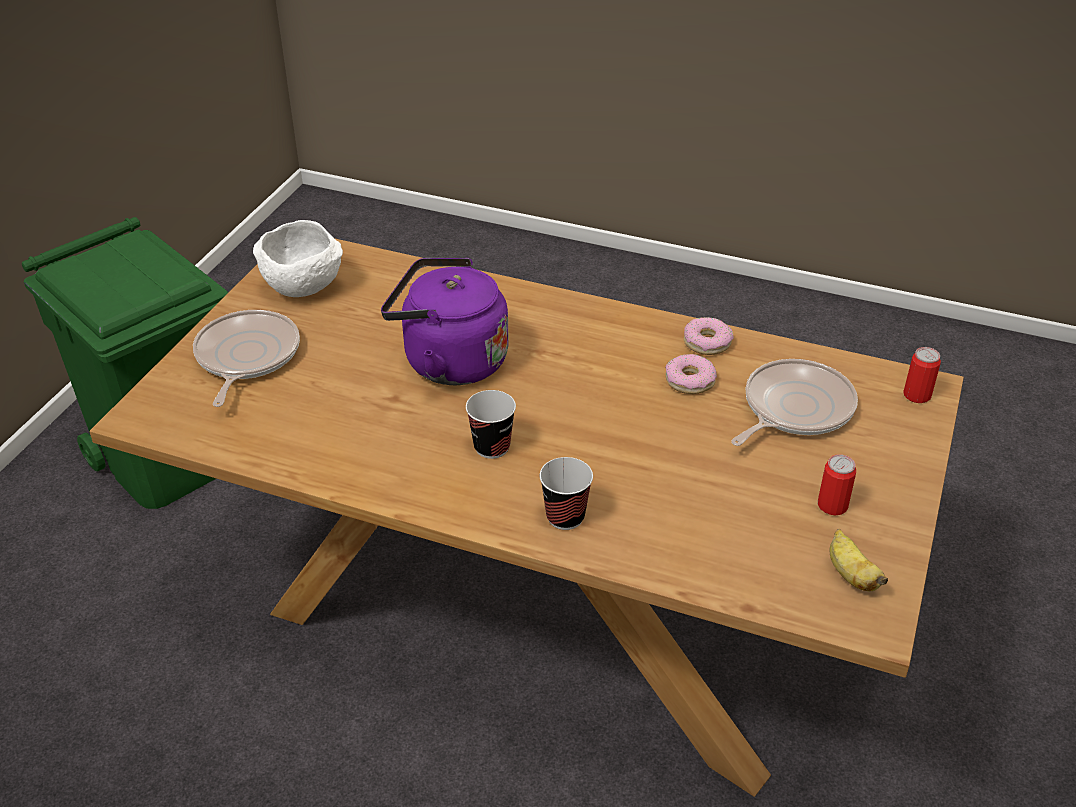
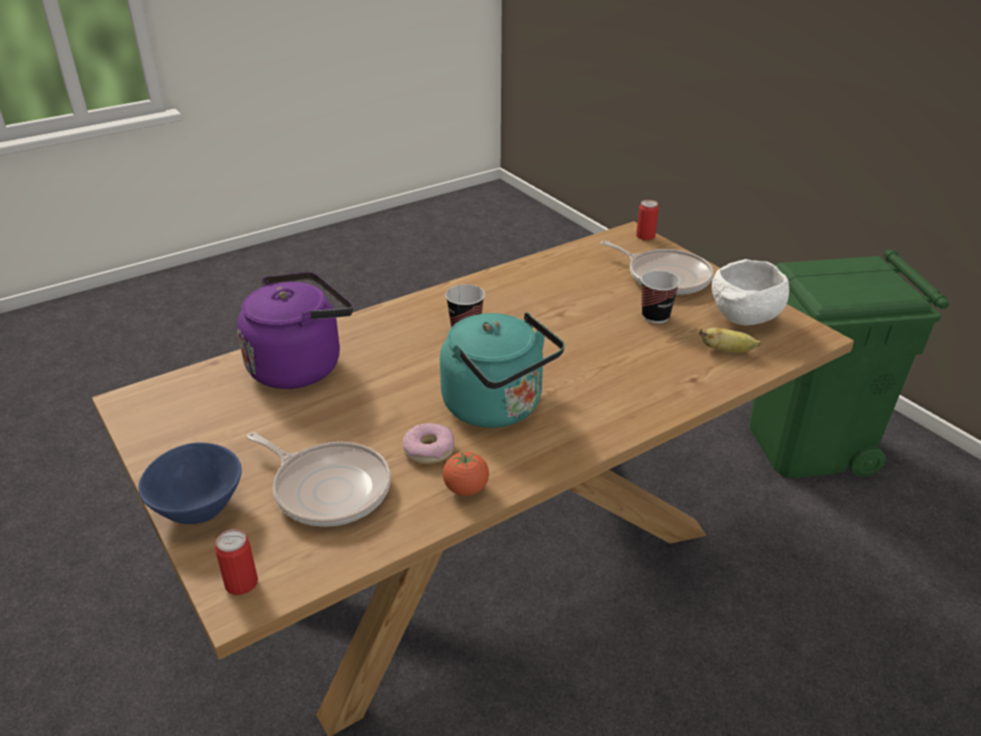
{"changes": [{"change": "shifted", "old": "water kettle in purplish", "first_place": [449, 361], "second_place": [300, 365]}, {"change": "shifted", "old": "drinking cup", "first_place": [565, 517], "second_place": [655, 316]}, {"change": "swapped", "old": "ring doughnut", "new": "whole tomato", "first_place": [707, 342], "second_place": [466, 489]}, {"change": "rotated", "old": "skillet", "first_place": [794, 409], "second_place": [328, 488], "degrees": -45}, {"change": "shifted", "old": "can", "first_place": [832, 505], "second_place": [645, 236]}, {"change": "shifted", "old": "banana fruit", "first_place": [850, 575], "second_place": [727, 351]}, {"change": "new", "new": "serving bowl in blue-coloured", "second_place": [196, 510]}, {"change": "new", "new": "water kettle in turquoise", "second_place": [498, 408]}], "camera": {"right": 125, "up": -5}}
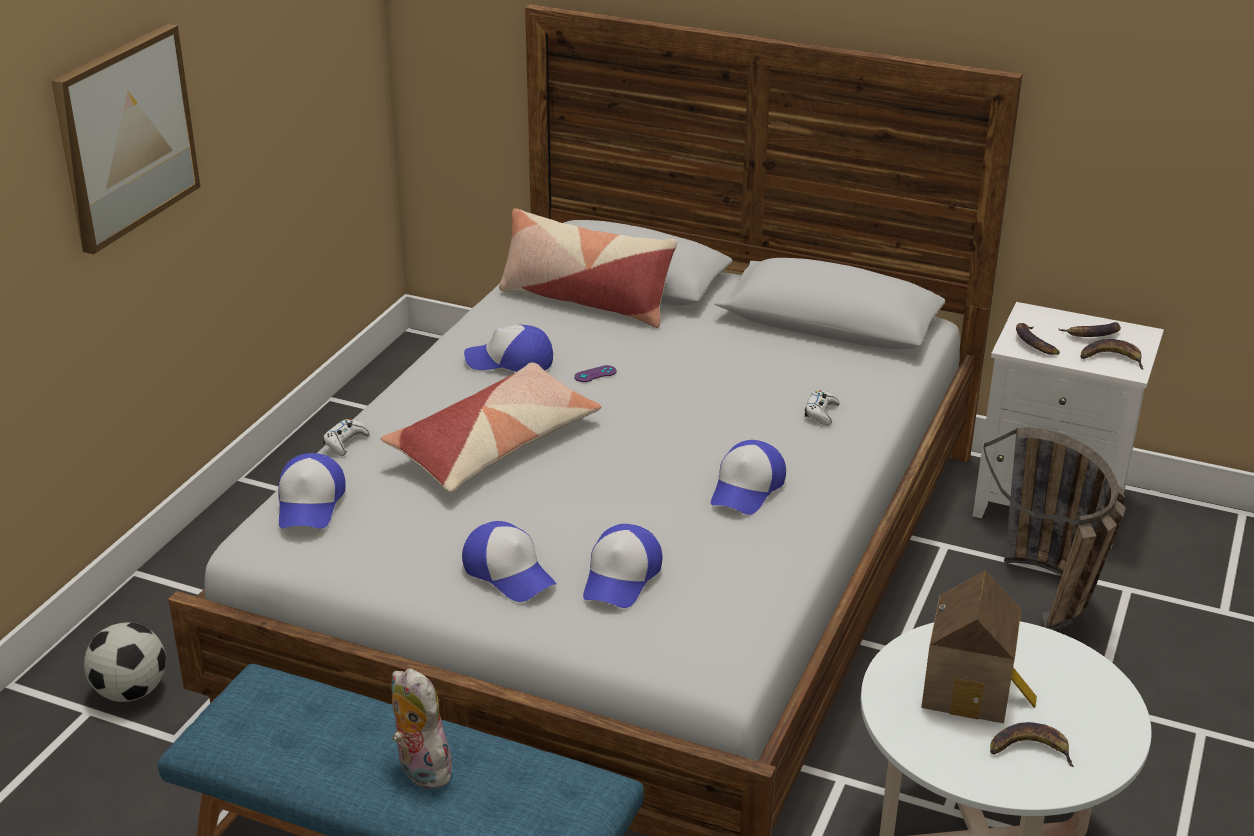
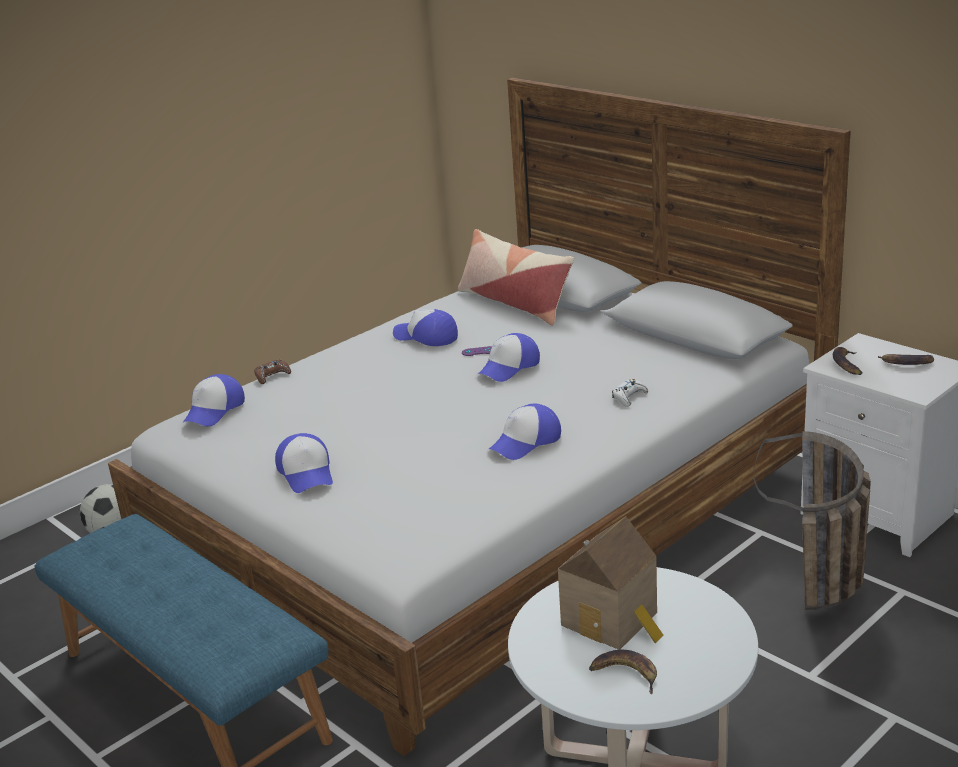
{"changes": [{"change": "gone", "old": "wall art", "first_place": [125, 136]}, {"change": "repainted", "old": "joypad in whitish", "new": "joypad in brown-coloured", "first_place": [345, 442], "second_place": [272, 376]}, {"change": "gone", "old": "throw pillow", "first_place": [495, 445]}, {"change": "gone", "old": "plush toy", "first_place": [419, 769]}, {"change": "shifted", "old": "cap", "first_place": [621, 578], "second_place": [509, 367]}, {"change": "gone", "old": "banana fruit", "first_place": [1111, 358]}], "camera": {"right": 25, "up": -5}}
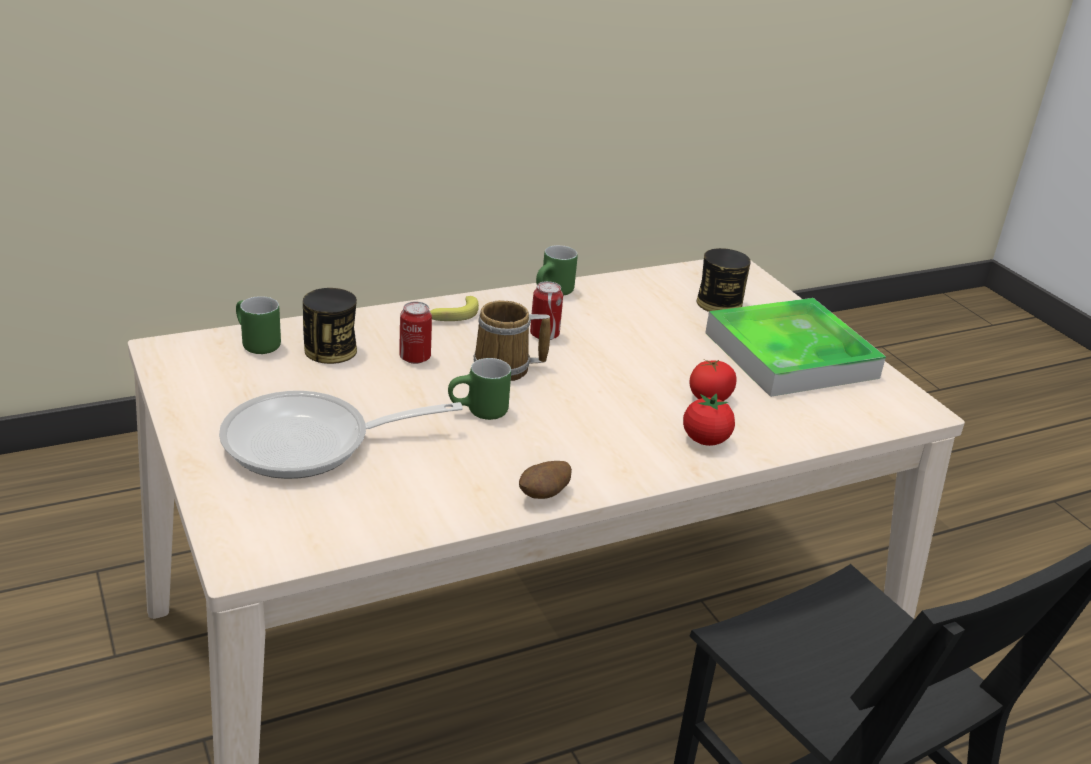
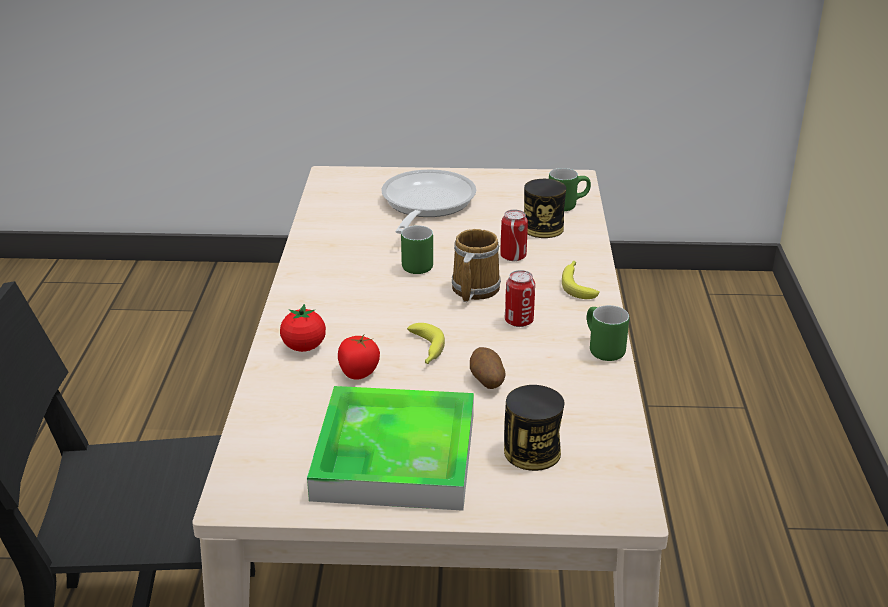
{"changes": [{"change": "shifted", "old": "whole potato", "first_place": [544, 496], "second_place": [486, 381]}, {"change": "new", "new": "banana fruit", "second_place": [425, 350]}], "camera": {"right": 120, "up": 0}}
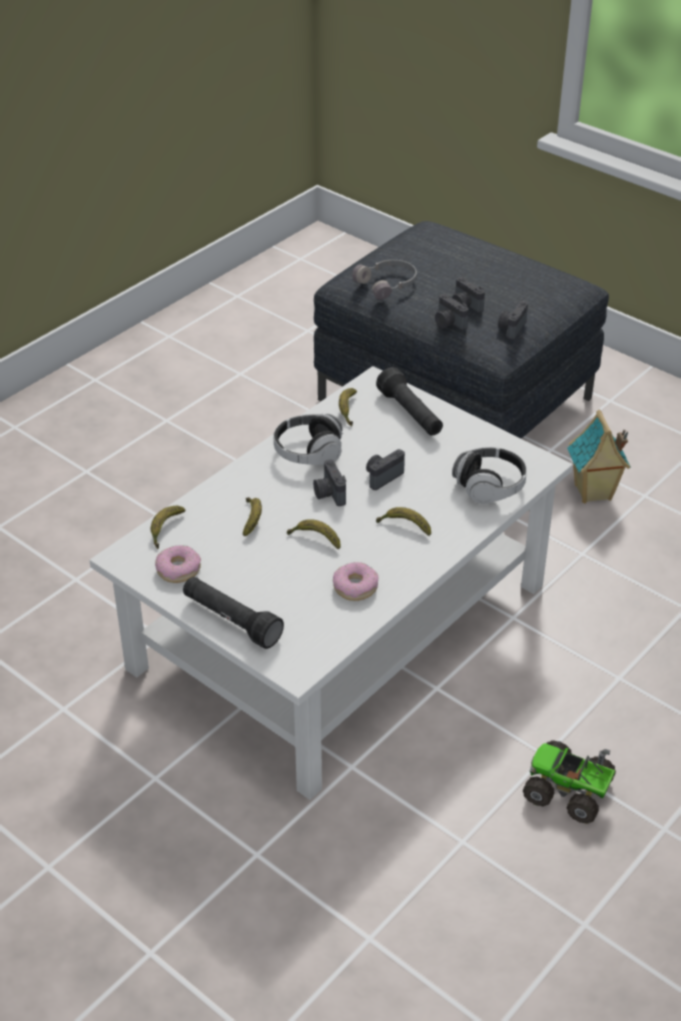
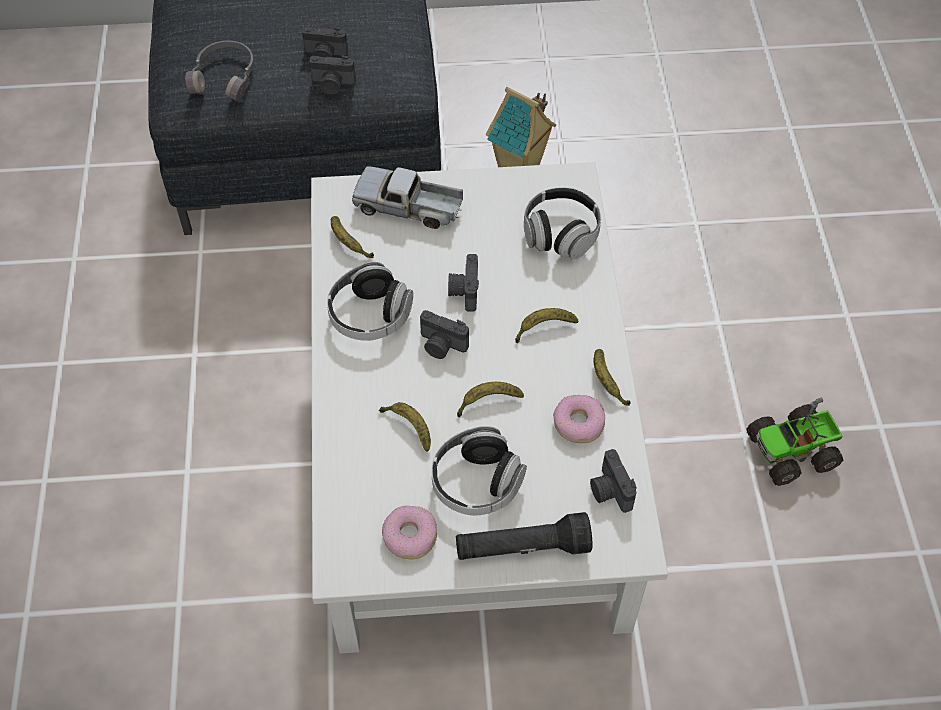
{"changes": [{"change": "shifted", "old": "banana fruit", "first_place": [165, 529], "second_place": [607, 382]}, {"change": "swapped", "old": "flashlight in black", "new": "toy truck", "first_place": [410, 414], "second_place": [408, 207]}, {"change": "shifted", "old": "still camera", "first_place": [511, 328], "second_place": [609, 491]}, {"change": "new", "new": "headphones", "second_place": [476, 483]}], "camera": {"right": -45, "up": 15}}
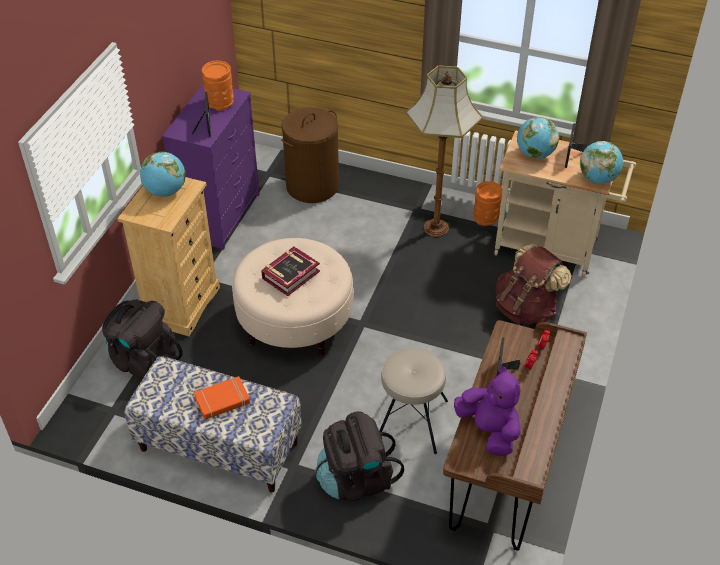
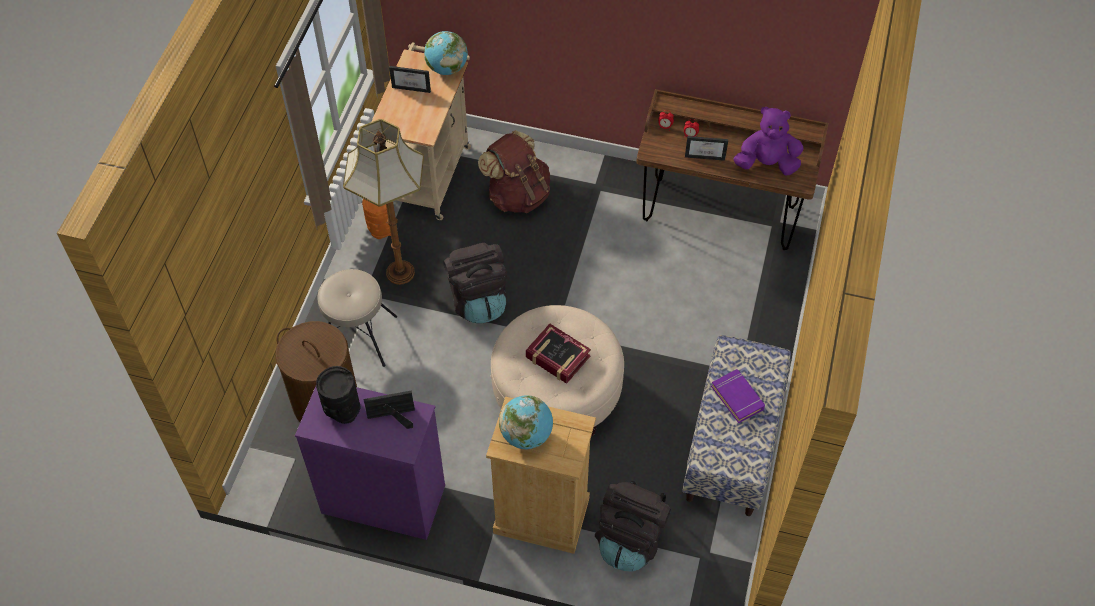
{"changes": [{"change": "repainted", "old": "book in orange-coloured", "new": "book in purplish", "first_place": [222, 401], "second_place": [737, 398]}, {"change": "repainted", "old": "decorative vase in orange-coloured", "new": "decorative vase in black", "first_place": [220, 102], "second_place": [341, 408]}, {"change": "shifted", "old": "backpack in black", "first_place": [356, 479], "second_place": [478, 299]}, {"change": "shifted", "old": "stool in beige", "first_place": [410, 421], "second_place": [358, 337]}, {"change": "rotated", "old": "plush toy in purplish", "first_place": [489, 430], "second_place": [767, 164], "degrees": 45}, {"change": "gone", "old": "globe", "first_place": [534, 154]}], "camera": {"right": -95, "up": 10}}
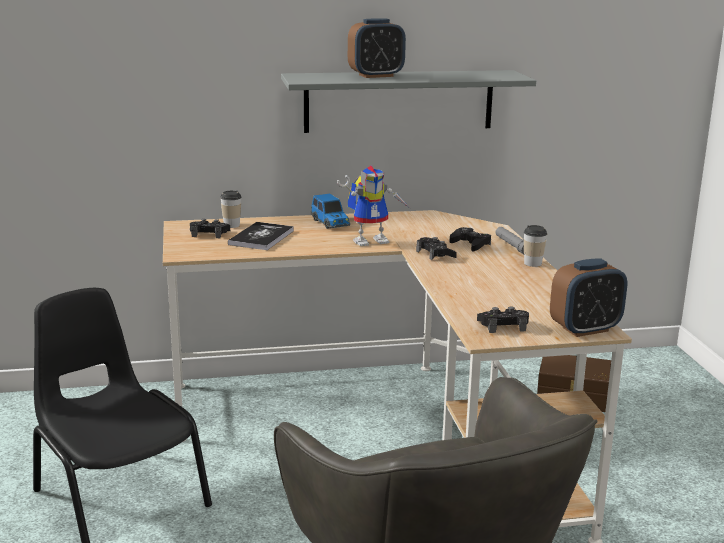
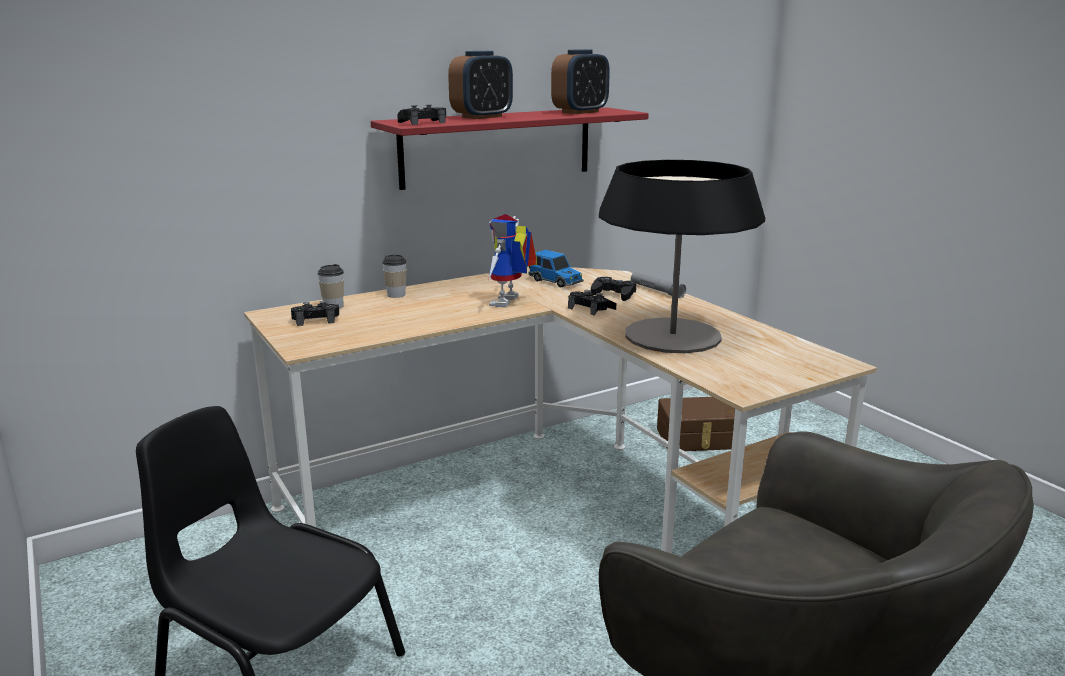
{"changes": [{"change": "gone", "old": "book", "first_place": [261, 237]}, {"change": "repainted", "old": "shelf in grey", "new": "shelf in red", "first_place": [399, 101], "second_place": [497, 147]}, {"change": "shifted", "old": "toy car", "first_place": [330, 223], "second_place": [556, 282]}, {"change": "rotated", "old": "model robot", "first_place": [372, 240], "second_place": [509, 303], "degrees": 150}, {"change": "shifted", "old": "joypad in black", "first_place": [503, 326], "second_place": [423, 123]}, {"change": "shifted", "old": "drinking cup", "first_place": [532, 263], "second_place": [396, 295]}, {"change": "shifted", "old": "alarm clock", "first_place": [585, 329], "second_place": [580, 112]}, {"change": "new", "new": "lamp for a table", "second_place": [672, 336]}], "camera": {"right": -20, "up": 0}}
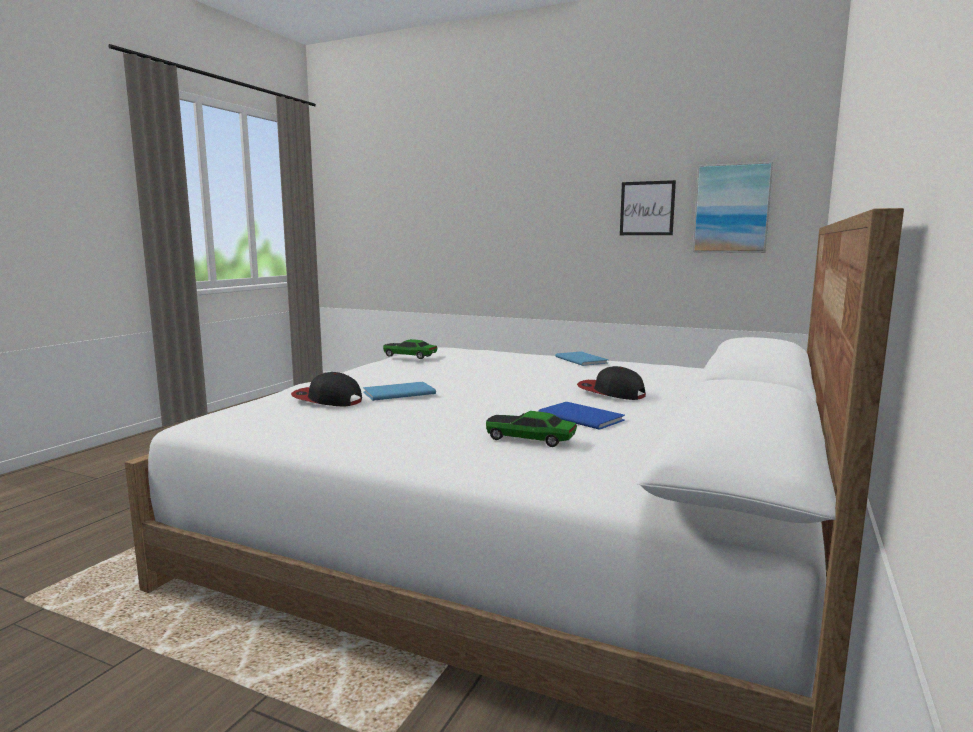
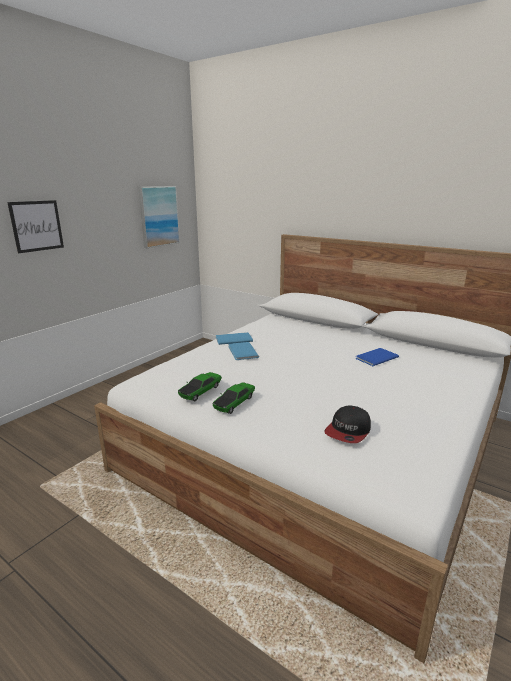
{"changes": [{"change": "shifted", "old": "book in blue-coloured", "first_place": [396, 392], "second_place": [242, 352]}, {"change": "shifted", "old": "toy car", "first_place": [530, 439], "second_place": [234, 403]}, {"change": "gone", "old": "cap", "first_place": [610, 392]}, {"change": "shifted", "old": "wall art", "first_place": [647, 208], "second_place": [37, 226]}], "camera": {"right": -80, "up": 10}}
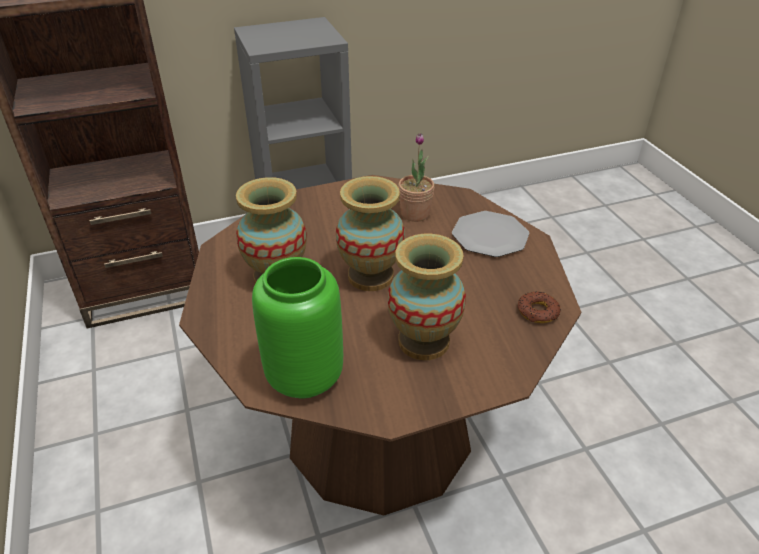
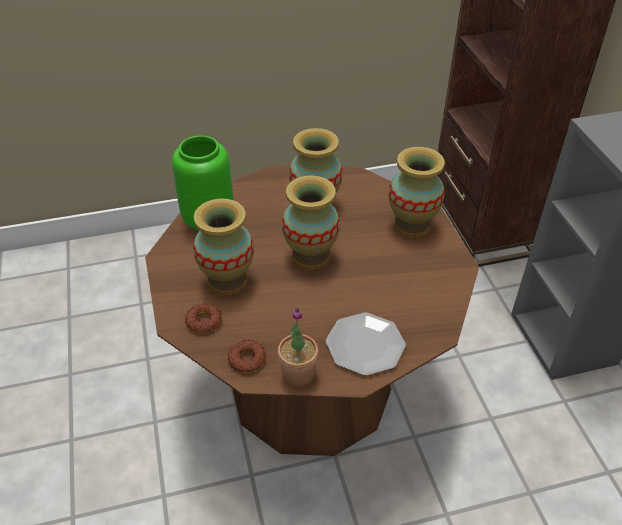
{"changes": [{"change": "shifted", "old": "plant in a pot", "first_place": [415, 214], "second_place": [298, 373]}, {"change": "new", "new": "ring doughnut", "second_place": [204, 321]}, {"change": "new", "new": "decorative vase", "second_place": [412, 225]}], "camera": {"right": 95, "up": 5}}
